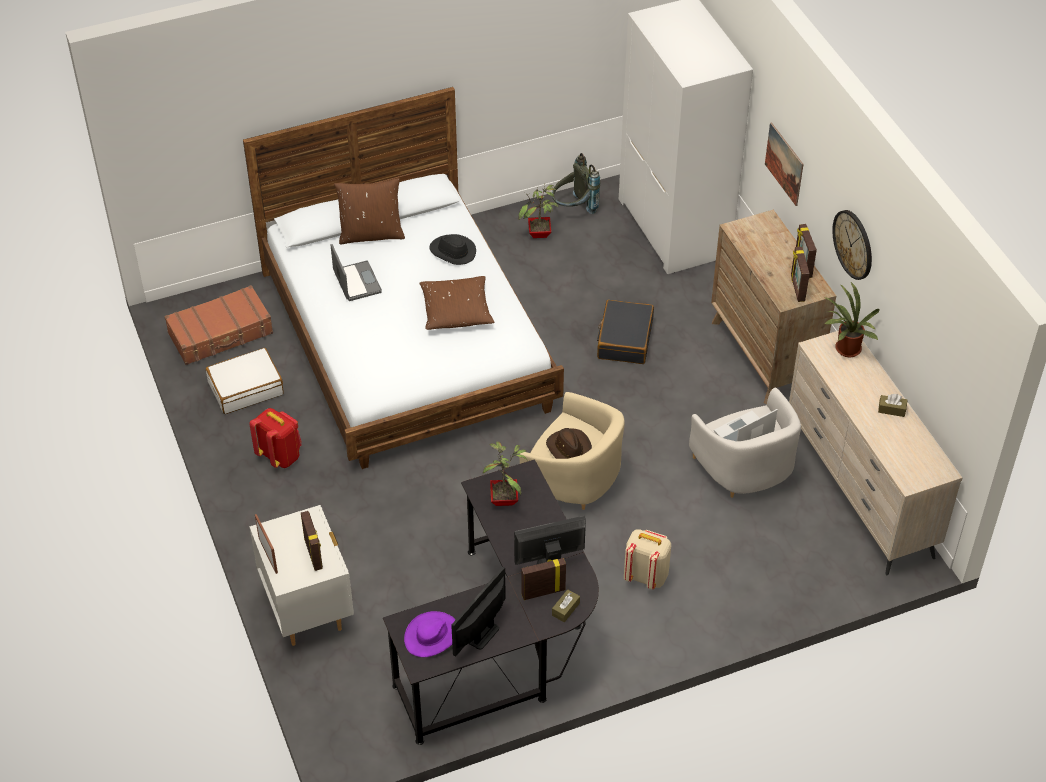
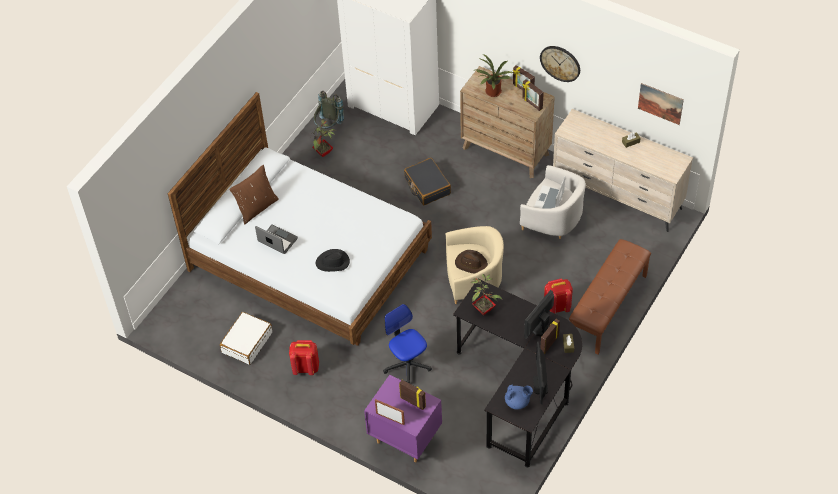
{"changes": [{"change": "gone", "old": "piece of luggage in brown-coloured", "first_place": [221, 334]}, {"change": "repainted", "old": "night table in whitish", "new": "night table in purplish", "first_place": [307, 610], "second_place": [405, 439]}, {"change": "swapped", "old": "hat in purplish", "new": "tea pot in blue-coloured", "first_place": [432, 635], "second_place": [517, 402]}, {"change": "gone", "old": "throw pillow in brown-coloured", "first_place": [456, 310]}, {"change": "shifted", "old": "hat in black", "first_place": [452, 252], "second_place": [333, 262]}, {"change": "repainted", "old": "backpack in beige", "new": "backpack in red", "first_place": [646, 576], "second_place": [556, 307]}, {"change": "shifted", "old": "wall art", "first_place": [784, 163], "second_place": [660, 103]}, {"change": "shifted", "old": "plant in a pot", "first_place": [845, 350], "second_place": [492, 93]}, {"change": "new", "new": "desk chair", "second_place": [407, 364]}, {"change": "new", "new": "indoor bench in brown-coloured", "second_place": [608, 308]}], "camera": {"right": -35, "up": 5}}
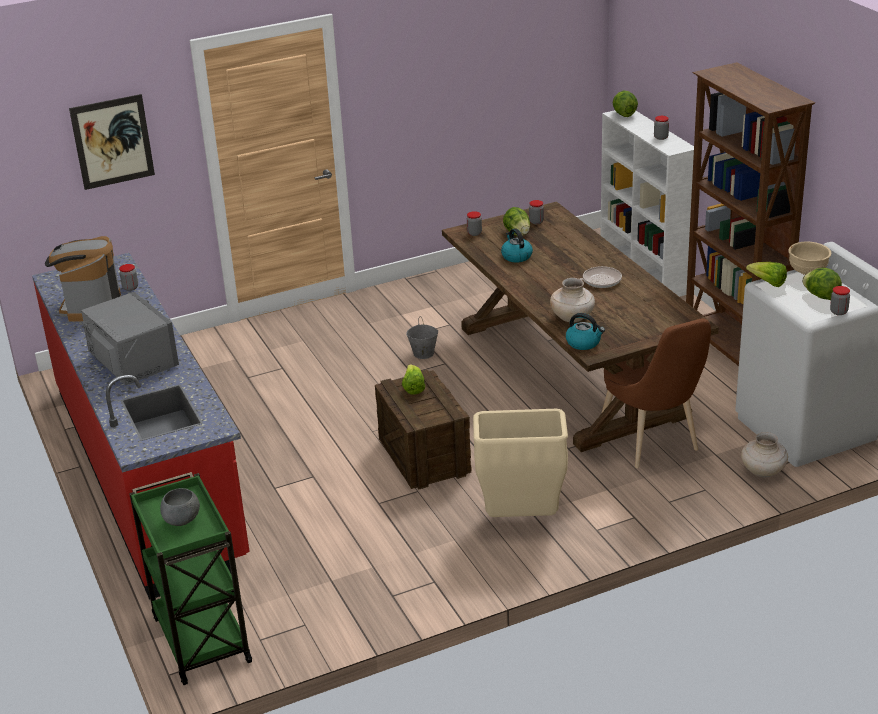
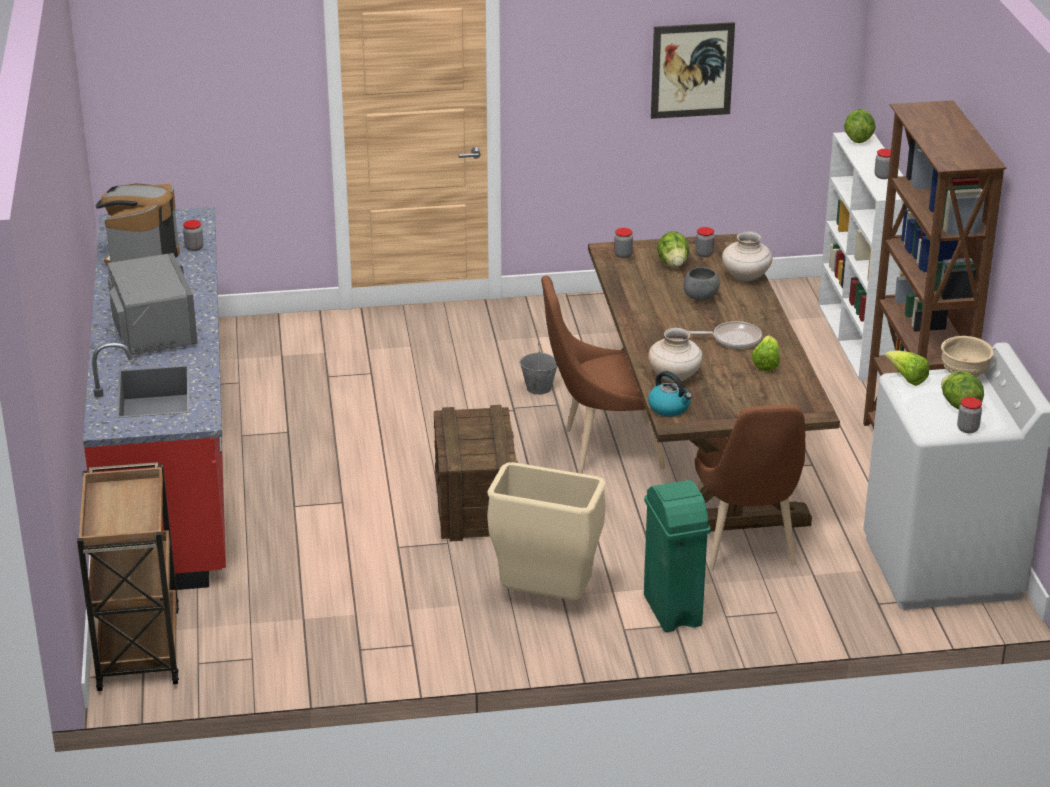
{"changes": [{"change": "shifted", "old": "wall art", "first_place": [112, 142], "second_place": [692, 70]}, {"change": "repainted", "old": "cart in green-coloured", "new": "cart in brown-coloured", "first_place": [200, 637], "second_place": [138, 647]}, {"change": "shifted", "old": "serving bowl in grey", "first_place": [182, 520], "second_place": [701, 298]}, {"change": "shifted", "old": "lettuce head", "first_place": [413, 388], "second_place": [765, 363]}, {"change": "gone", "old": "water kettle", "first_place": [516, 256]}, {"change": "shifted", "old": "decorative vase in beige", "first_place": [763, 472], "second_place": [745, 277]}, {"change": "new", "new": "chair in brown-coloured", "second_place": [605, 449]}, {"change": "new", "new": "waste bin in green-coloured", "second_place": [672, 611]}], "camera": {"right": 15, "up": 0}}
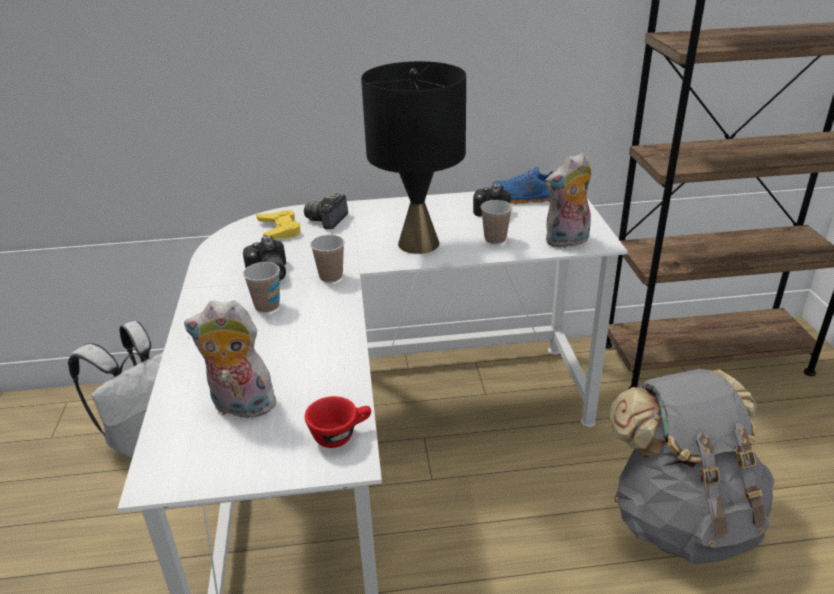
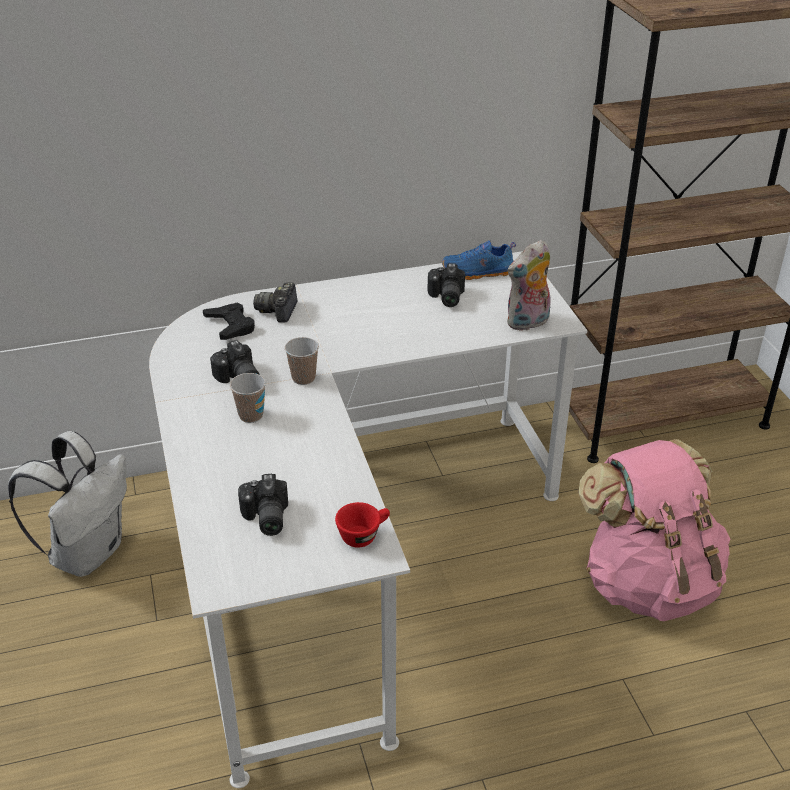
{"changes": [{"change": "swapped", "old": "plush toy", "new": "still camera", "first_place": [240, 407], "second_place": [264, 518]}, {"change": "repainted", "old": "joypad in yellow-coloured", "new": "joypad in black", "first_place": [279, 229], "second_place": [230, 325]}, {"change": "gone", "old": "lamp for a table in black", "first_place": [419, 243]}, {"change": "gone", "old": "drinking cup", "first_place": [495, 239]}, {"change": "repainted", "old": "backpack in grey", "new": "backpack in pink", "first_place": [681, 519], "second_place": [648, 582]}], "camera": {"right": -10, "up": 5}}
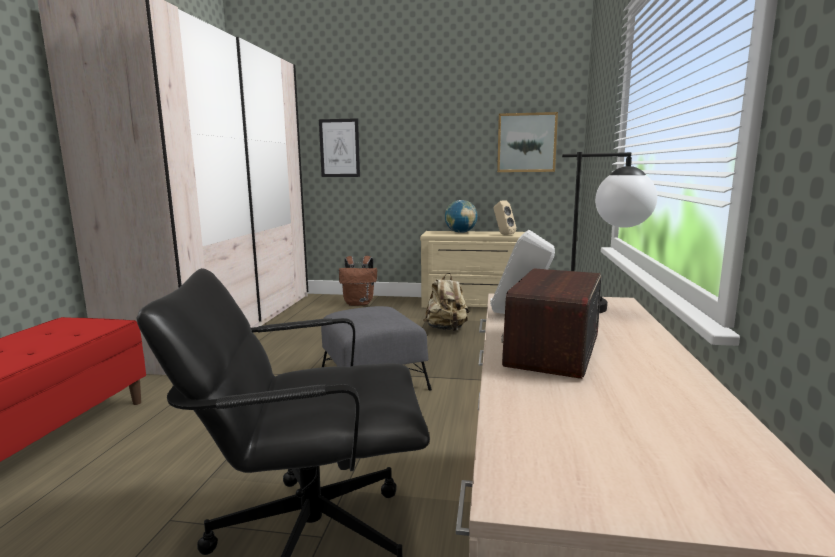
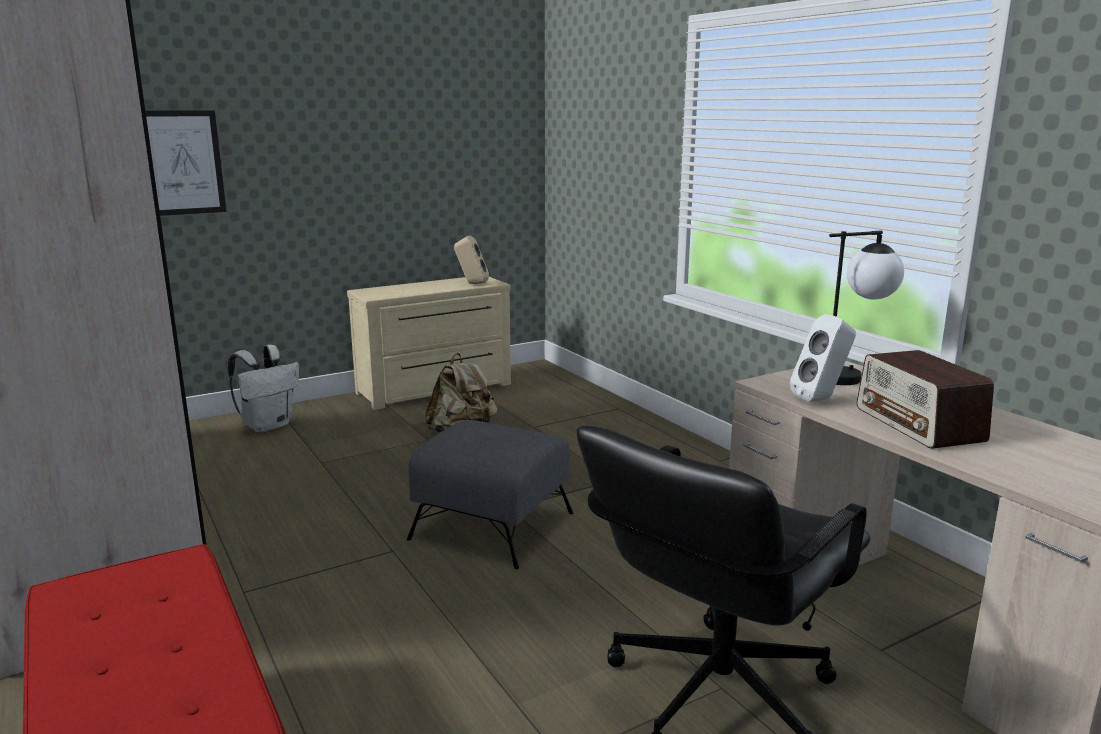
{"changes": [{"change": "repainted", "old": "backpack in brown-coloured", "new": "backpack in whitish", "first_place": [359, 303], "second_place": [268, 425]}, {"change": "gone", "old": "globe", "first_place": [460, 232]}, {"change": "gone", "old": "wall art", "first_place": [526, 142]}], "camera": {"right": -40, "up": 5}}
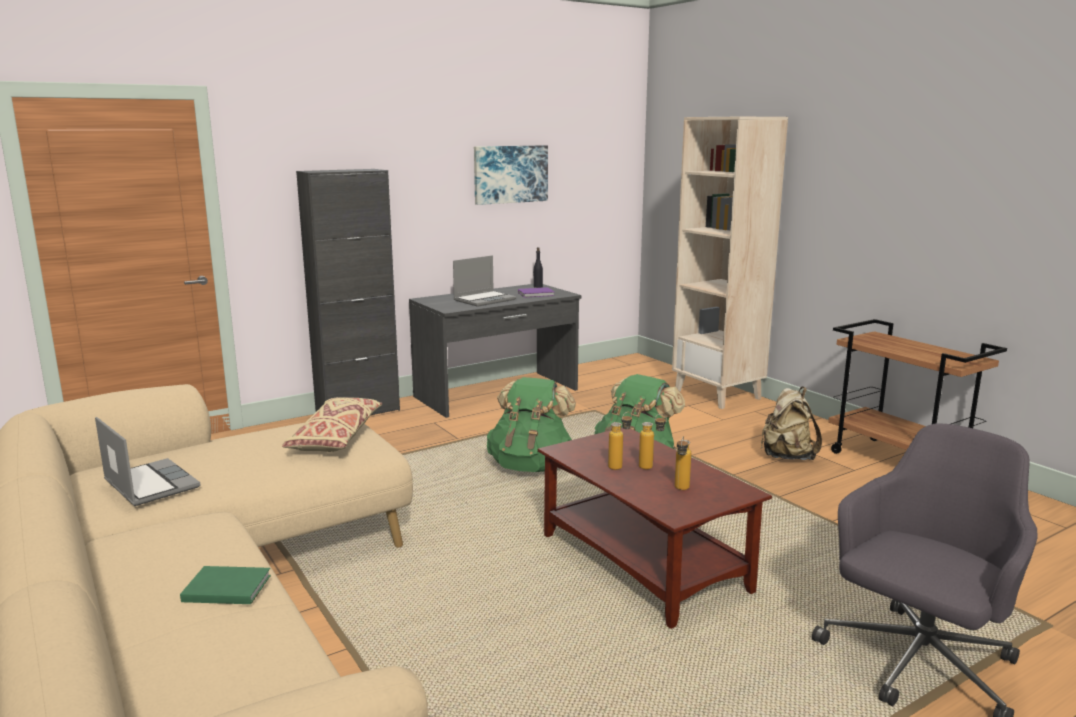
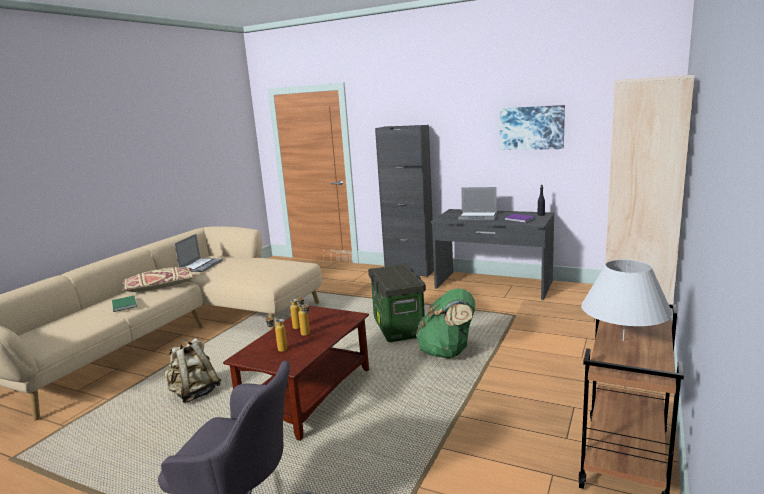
{"changes": [{"change": "shifted", "old": "throw pillow in beige", "first_place": [336, 438], "second_place": [160, 287]}, {"change": "swapped", "old": "backpack in green-coloured", "new": "storage container", "first_place": [531, 466], "second_place": [399, 328]}, {"change": "shifted", "old": "backpack in beige", "first_place": [787, 457], "second_place": [194, 393]}, {"change": "new", "new": "lamp for a table in whitish", "second_place": [623, 340]}], "camera": {"right": 60, "up": 0}}
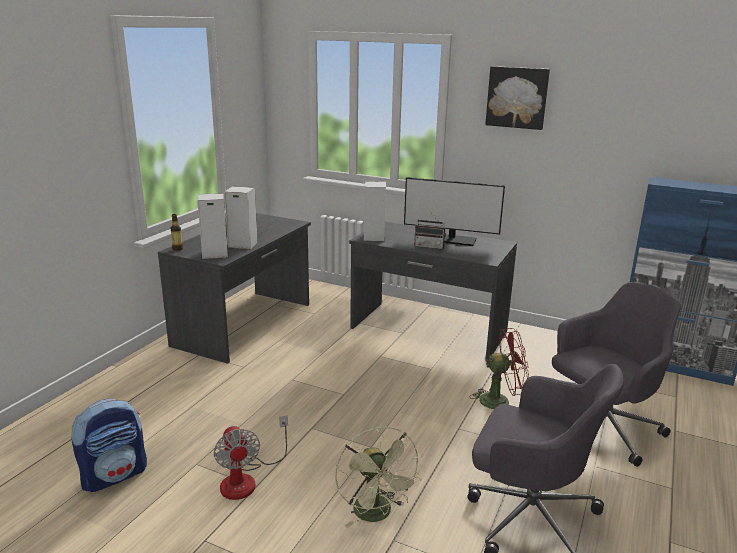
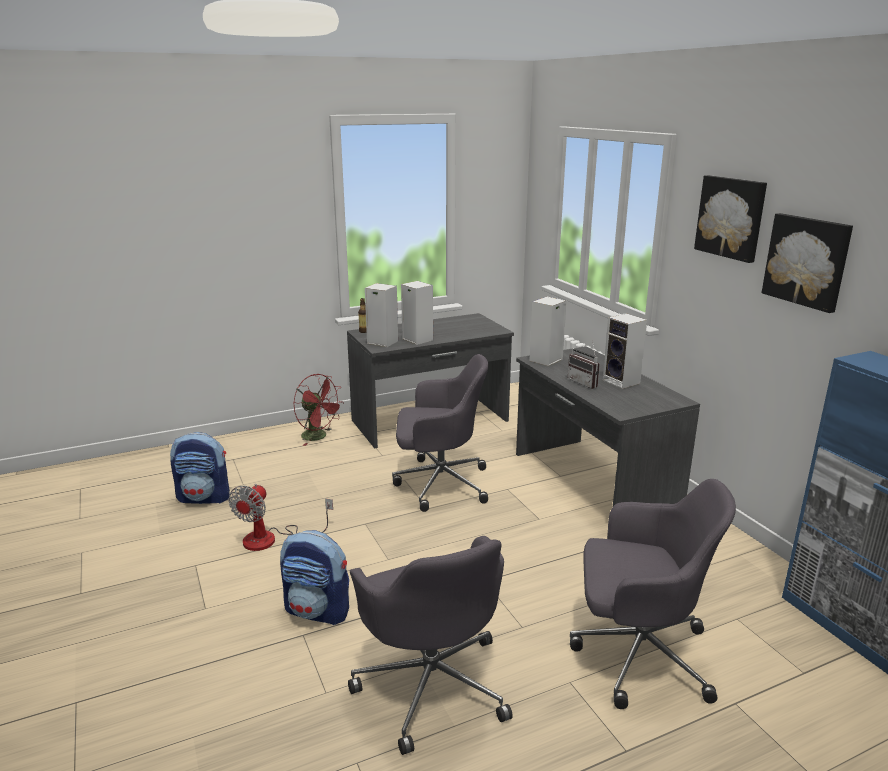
{"changes": [{"change": "swapped", "old": "cooling fan in green-coloured", "new": "backpack", "first_place": [377, 515], "second_place": [318, 611]}, {"change": "swapped", "old": "computer display", "new": "audio speaker", "first_place": [451, 240], "second_place": [622, 382]}, {"change": "shifted", "old": "cooling fan in red", "first_place": [500, 401], "second_place": [319, 437]}, {"change": "new", "new": "desk chair in grey", "second_place": [439, 483]}, {"change": "new", "new": "wall art", "second_place": [807, 261]}], "camera": {"right": 40, "up": 0}}
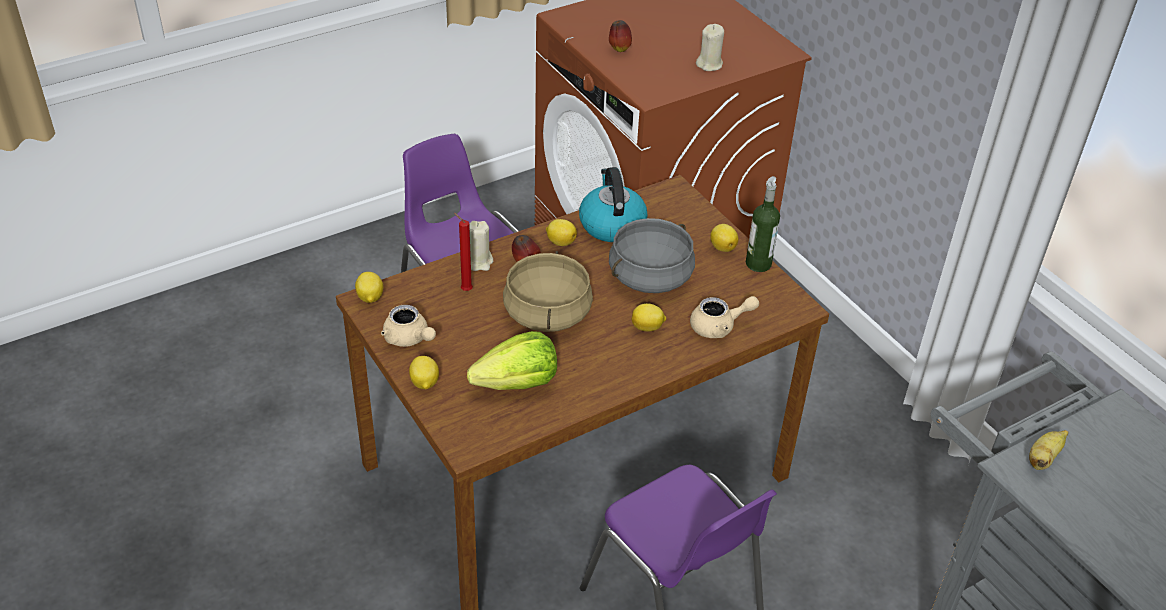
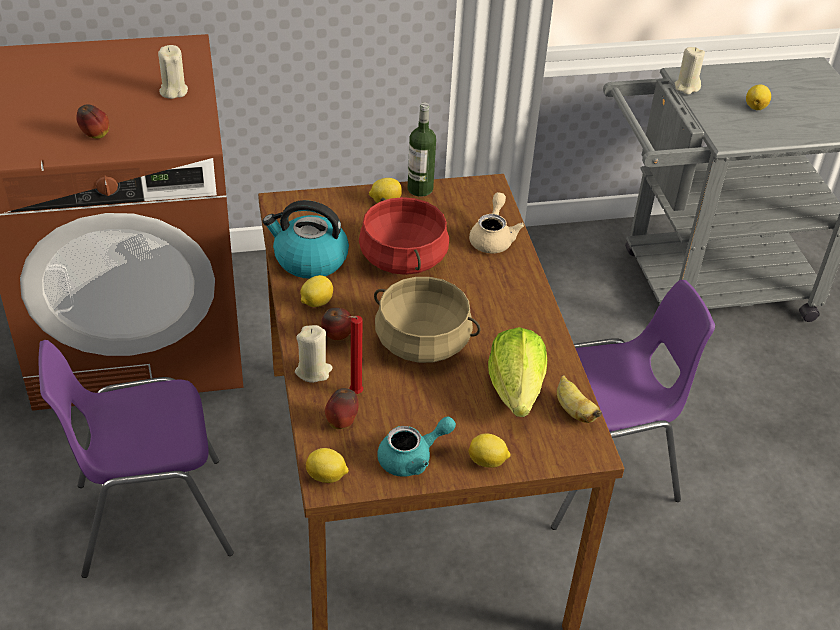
{"changes": [{"change": "repainted", "old": "tea pot in beige", "new": "tea pot in turquoise", "first_place": [409, 339], "second_place": [412, 458]}, {"change": "repainted", "old": "saucepot in grey", "new": "saucepot in red", "first_place": [650, 276], "second_place": [402, 258]}, {"change": "shifted", "old": "whole lemon", "first_place": [647, 328], "second_place": [756, 107]}, {"change": "shifted", "old": "banana fruit", "first_place": [1043, 458], "second_place": [573, 410]}, {"change": "new", "new": "apple fruit", "second_place": [342, 422]}, {"change": "new", "new": "wax candle in beige", "second_place": [687, 87]}], "camera": {"right": -70, "up": 0}}
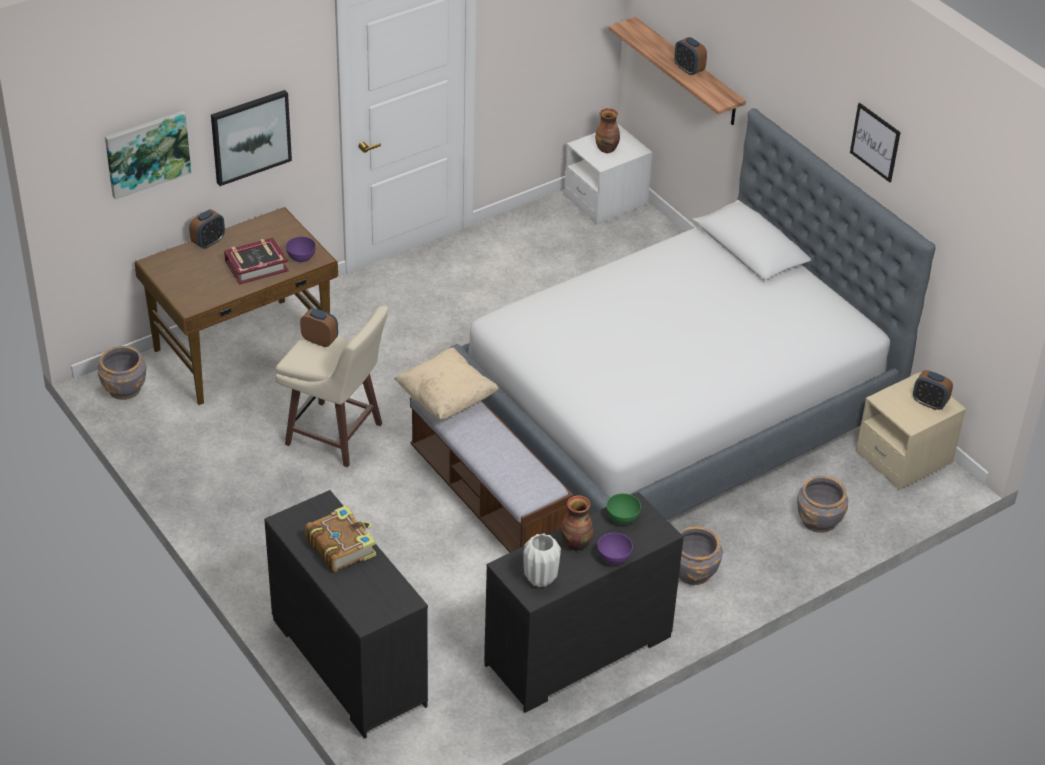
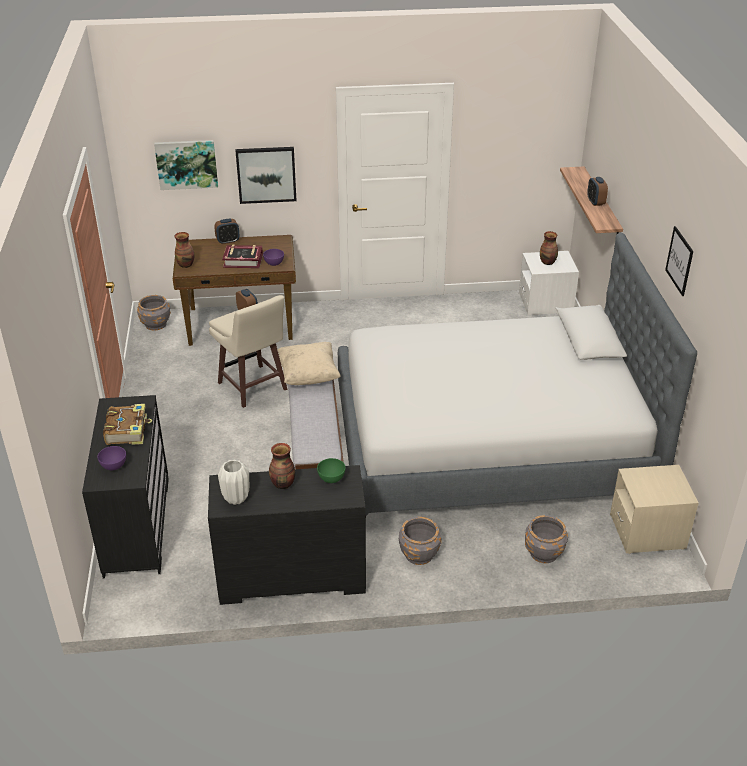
{"changes": [{"change": "shifted", "old": "serving bowl in purplish", "first_place": [613, 558], "second_place": [114, 466]}, {"change": "gone", "old": "alarm clock", "first_place": [929, 403]}, {"change": "new", "new": "decorative vase", "second_place": [186, 264]}], "camera": {"right": 30, "up": -5}}
